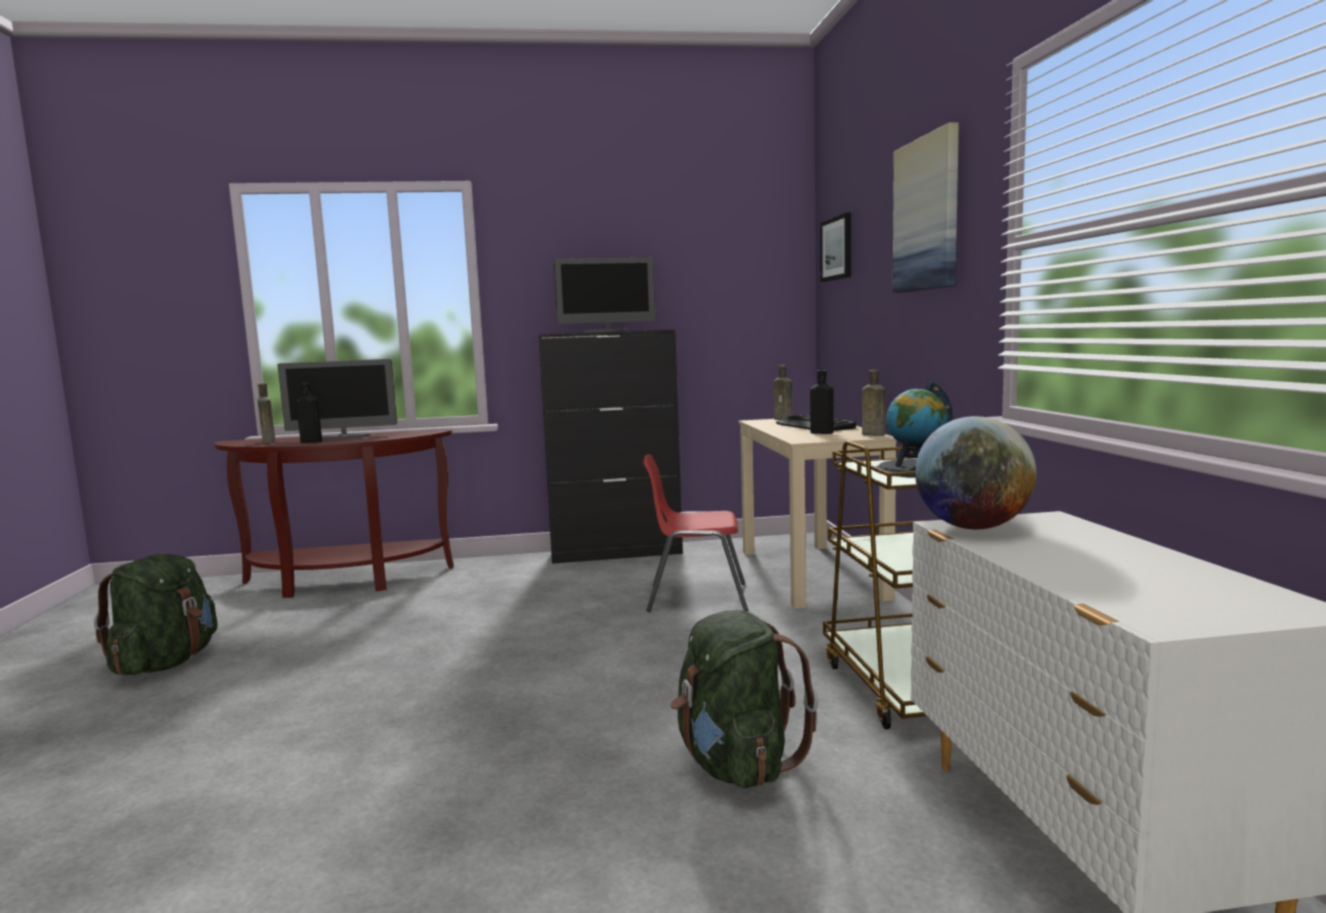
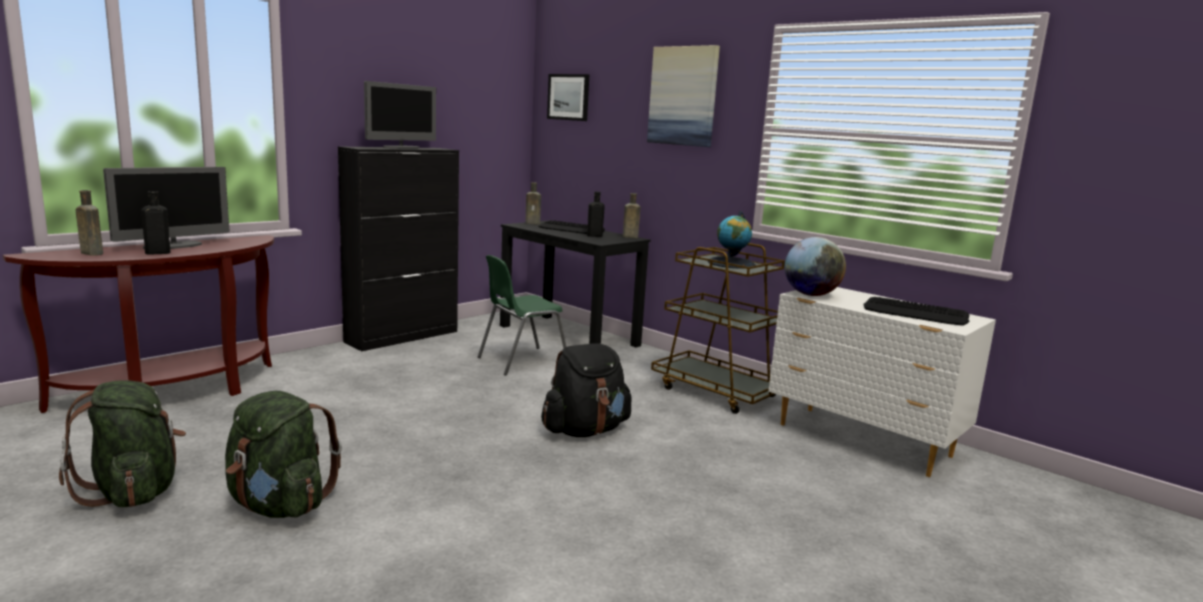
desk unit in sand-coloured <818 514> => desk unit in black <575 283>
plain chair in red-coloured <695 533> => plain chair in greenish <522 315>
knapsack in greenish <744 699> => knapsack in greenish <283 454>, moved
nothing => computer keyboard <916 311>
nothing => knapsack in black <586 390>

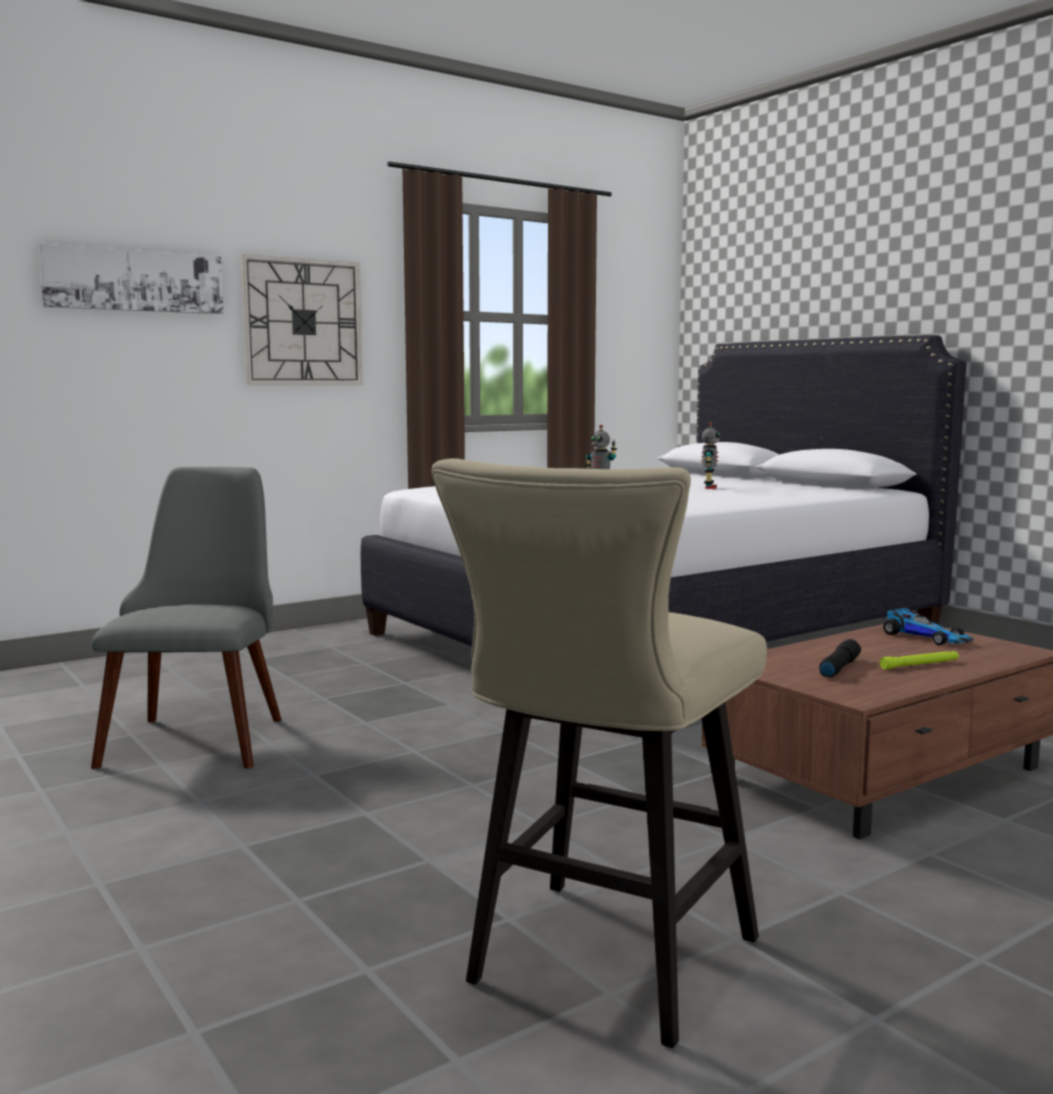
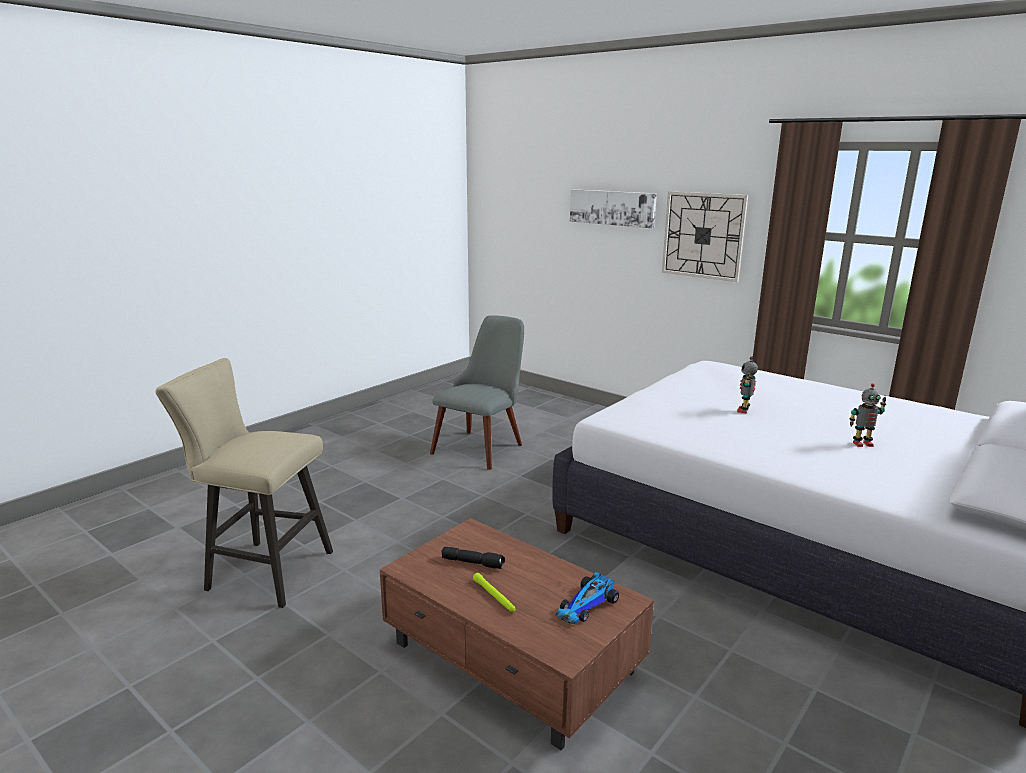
plain chair in grey <186 618> => plain chair in grey <477 392>, 45 degrees counterclockwise

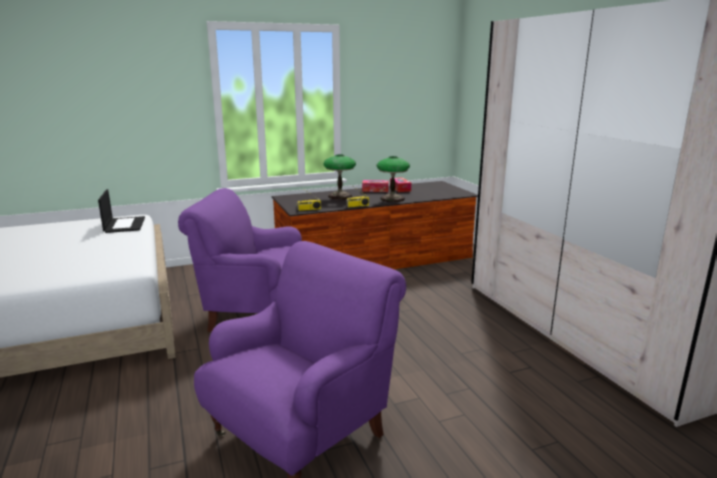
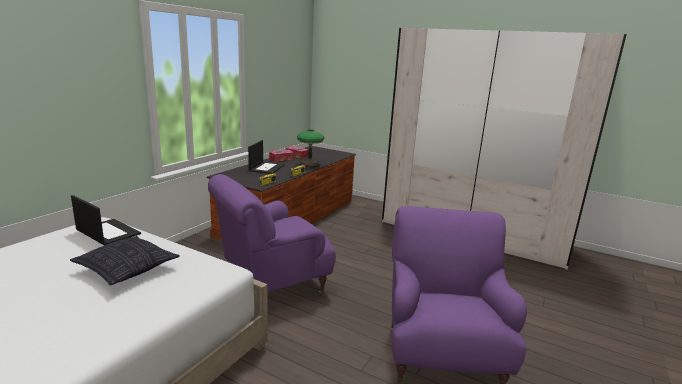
tabletop lamp <340 177> => laptop <266 157>
nothing => cushion <125 260>

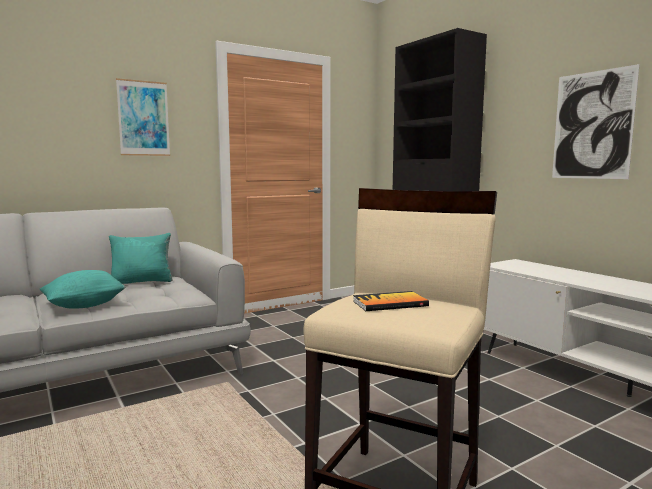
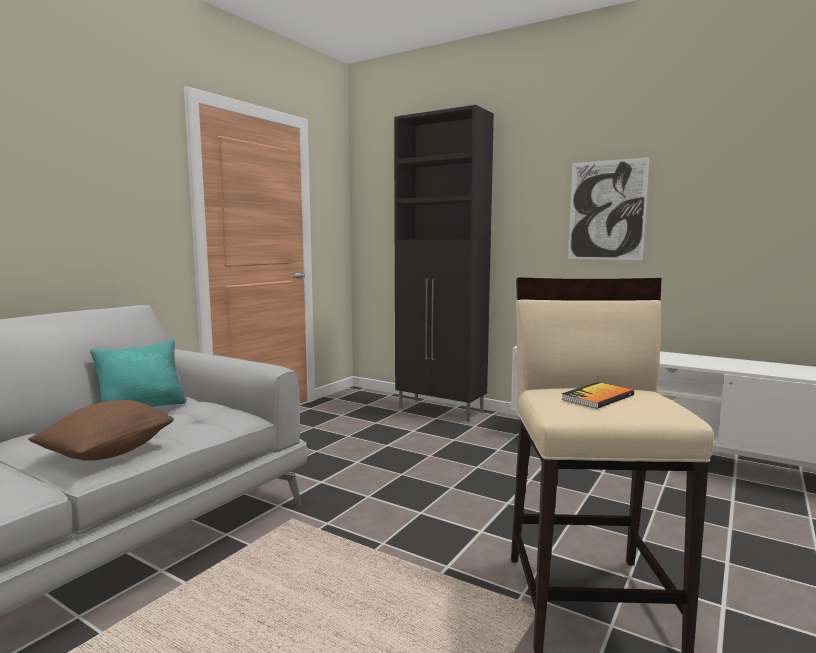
wall picture <143 117> => nothing
cushion in turquoise-coloured <83 289> => cushion in brown <101 430>

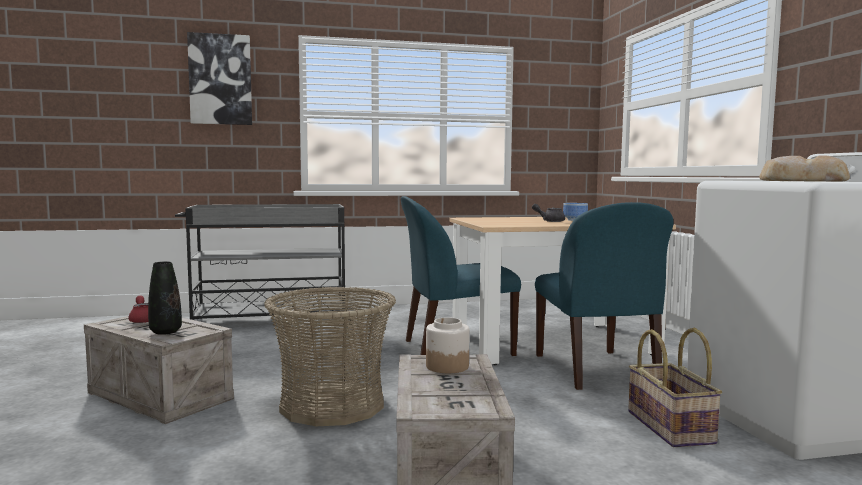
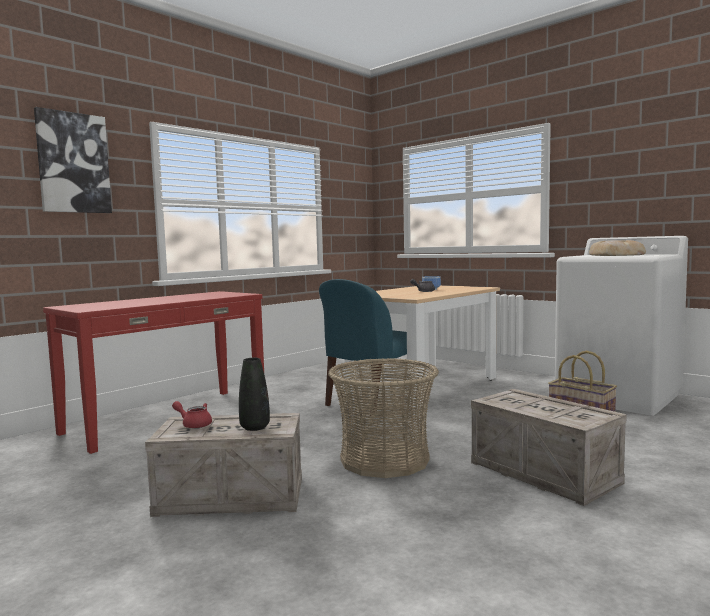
plain chair in blue-coloured <604 296> => nothing
cart in grey <261 262> => hall table in red-coloured <153 372>
preserve jar <448 345> => nothing

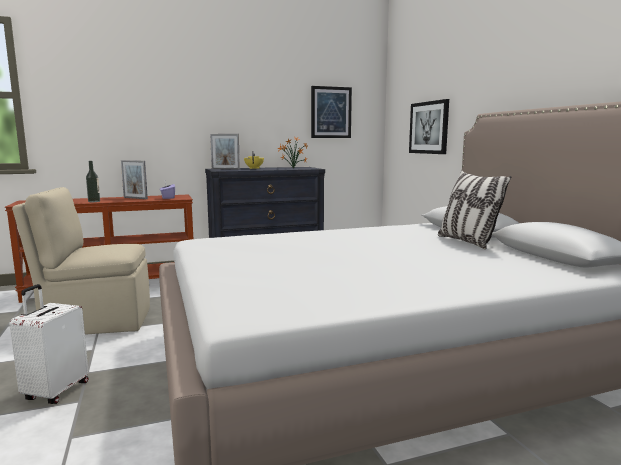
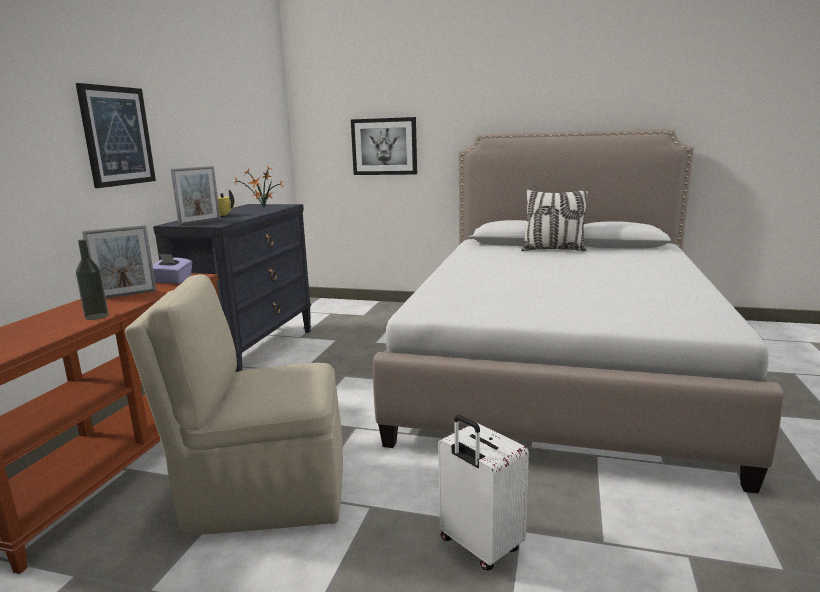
wall picture <331 112> => wall picture <116 135>, moved
plain chair in sand-coloured <81 261> => plain chair in sand-coloured <234 405>, 60 degrees clockwise

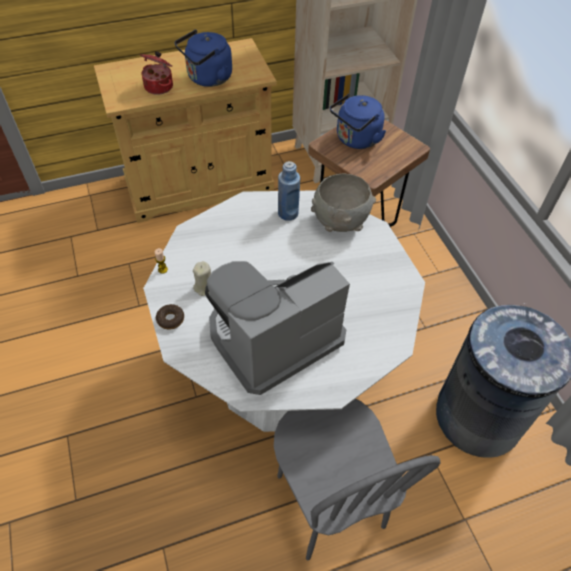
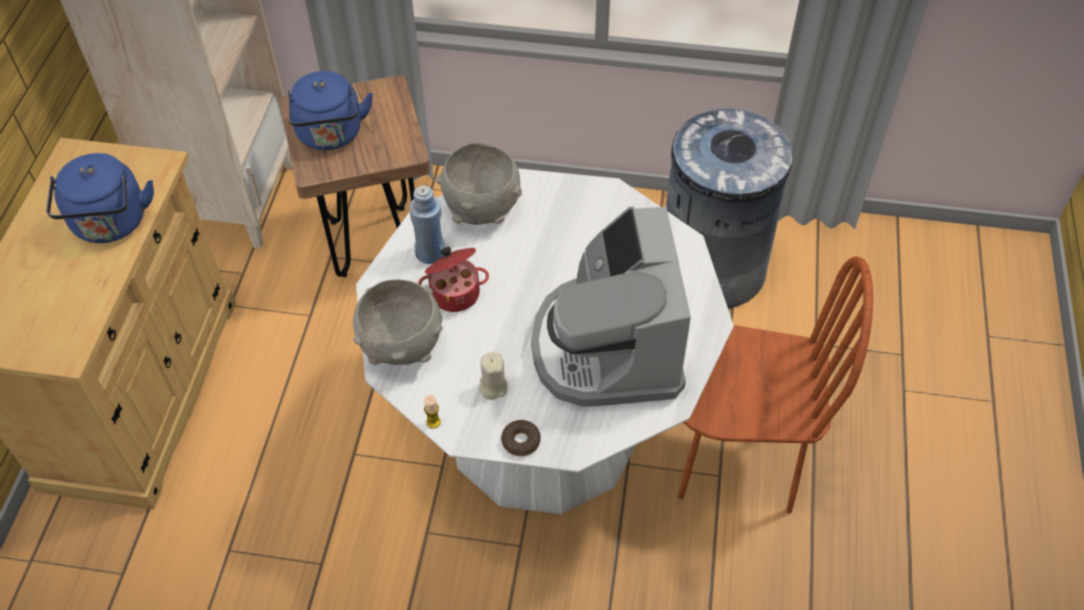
stockpot <156 73> => stockpot <453 279>, moved
plain chair in grey <357 479> => plain chair in brown <775 385>
nothing => serving bowl in grey <398 322>

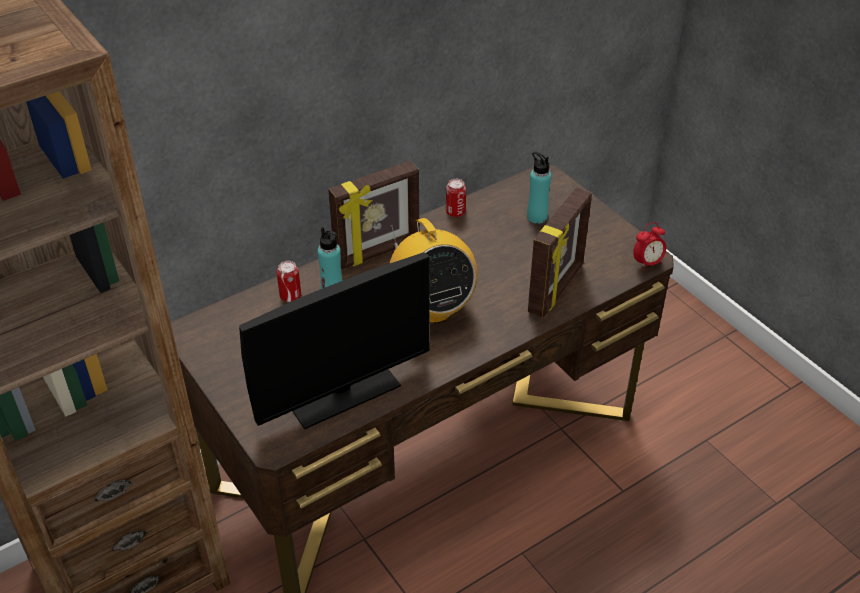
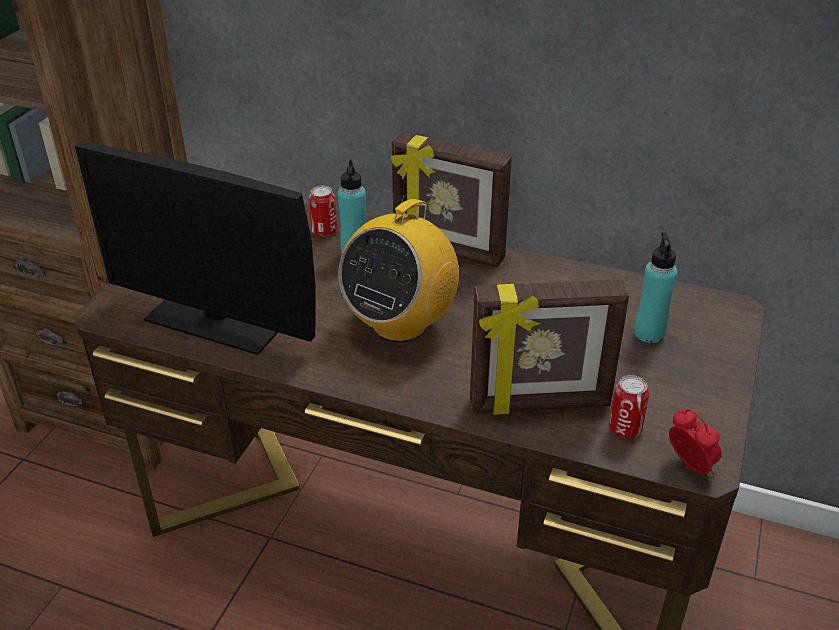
can <456 198> => can <629 407>, moved
alarm clock <649 246> => alarm clock <695 442>, 150 degrees counterclockwise

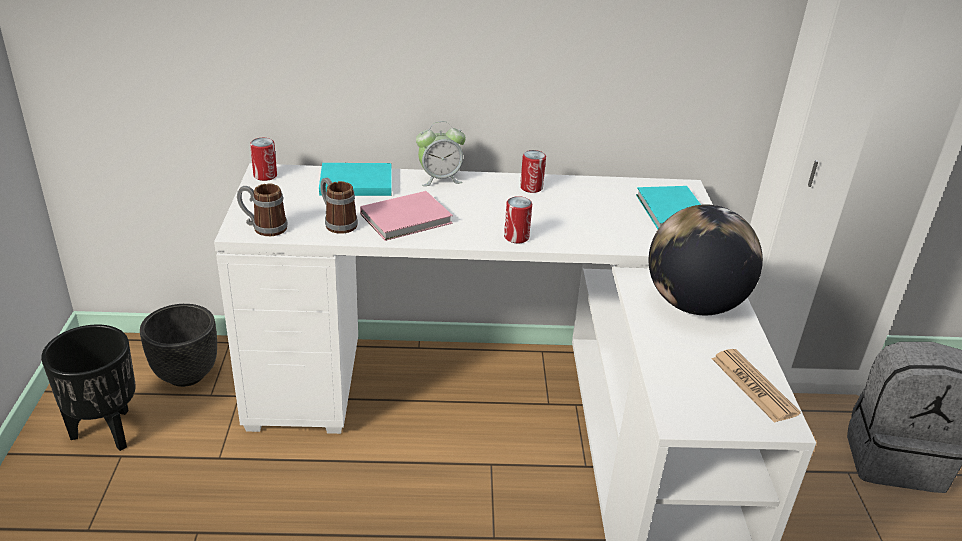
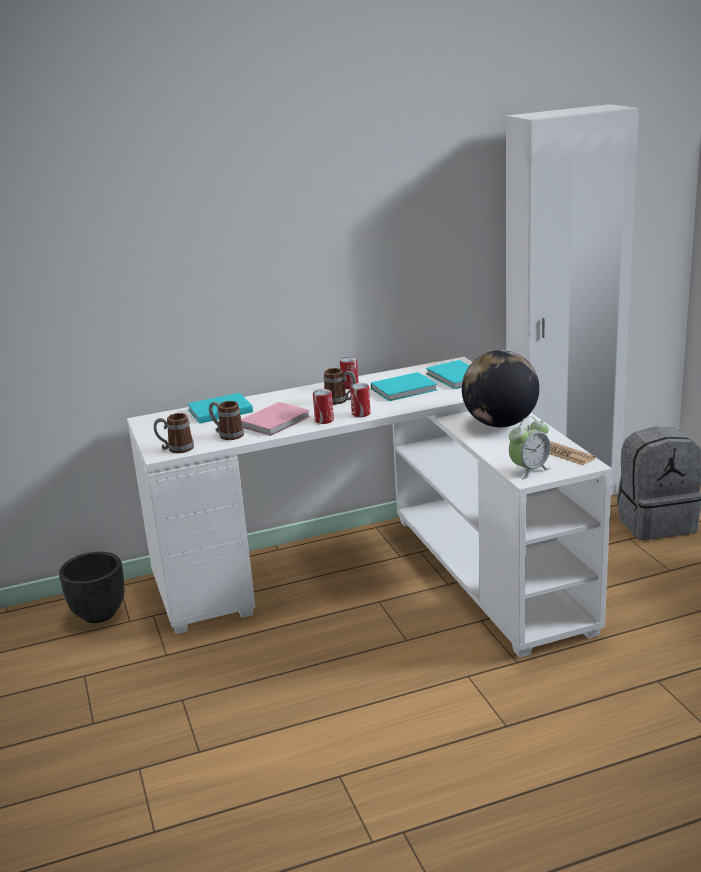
alarm clock <441 153> => alarm clock <530 447>, moved
can <263 159> => can <323 406>, moved
planter in black <88 388> => nothing
nothing => tea mug <340 386>
nothing => volume in turquoise-coloured <404 386>

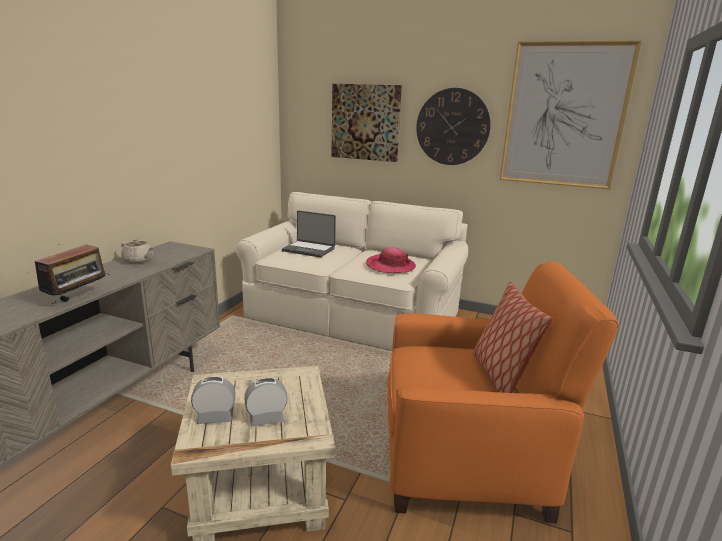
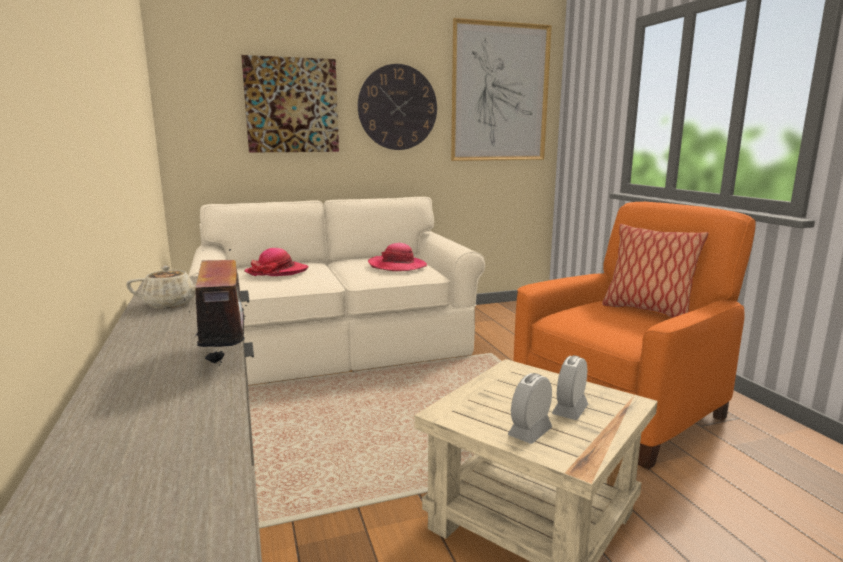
laptop <309 233> => wearable hat <276 262>

